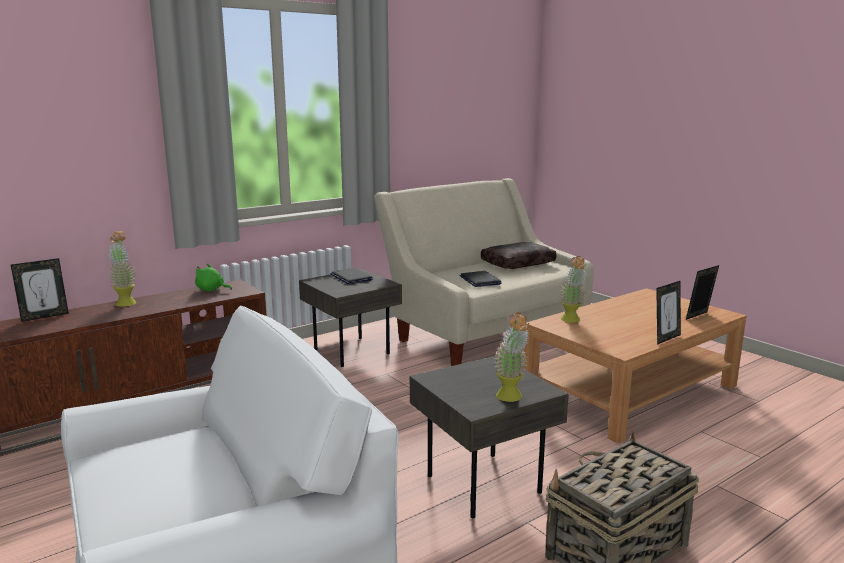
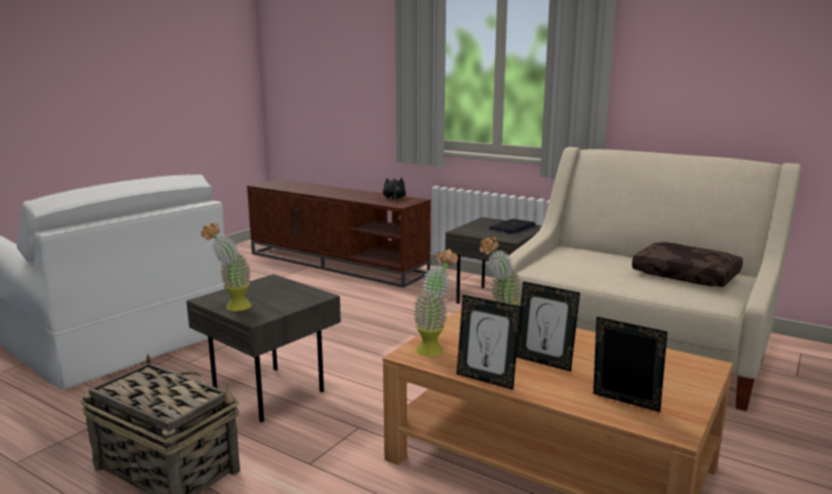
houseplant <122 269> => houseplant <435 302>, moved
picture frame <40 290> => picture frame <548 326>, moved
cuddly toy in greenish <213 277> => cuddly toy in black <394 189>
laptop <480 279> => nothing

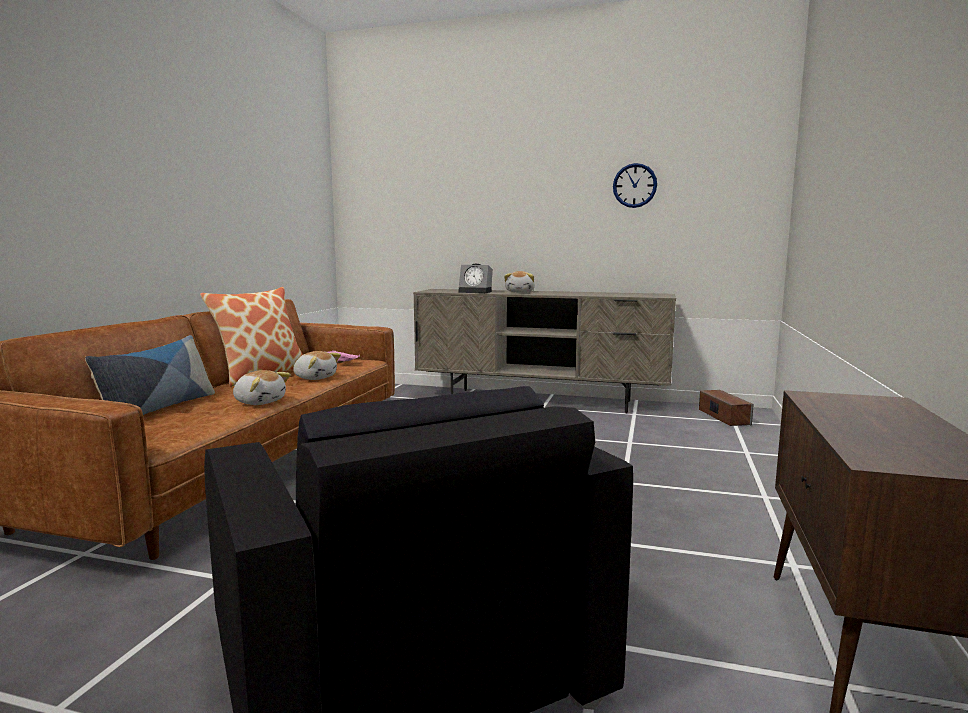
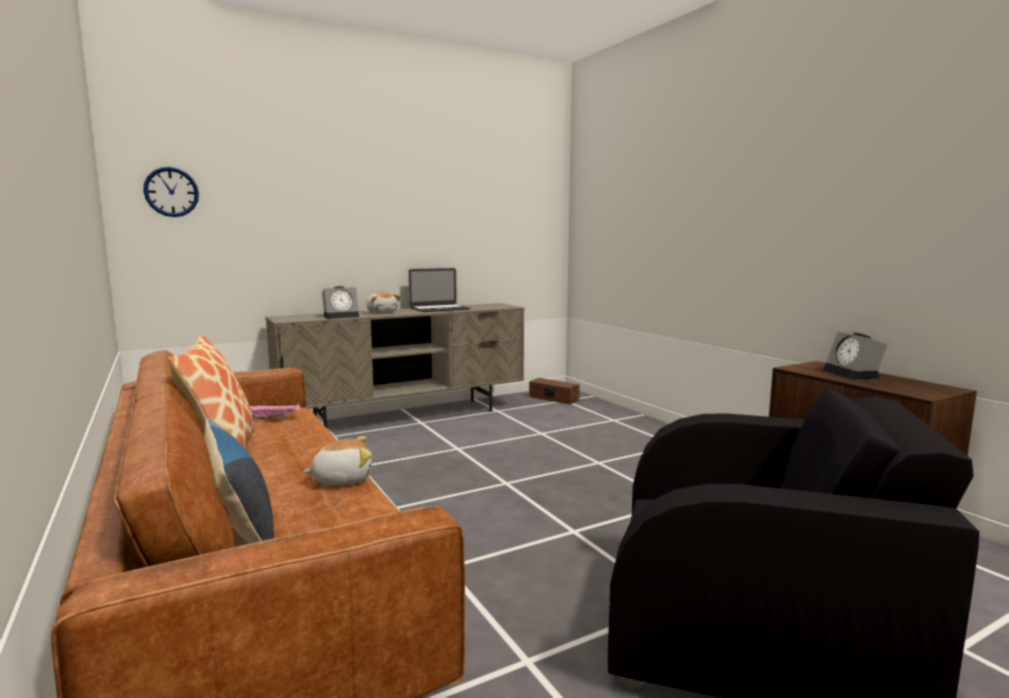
clock on the wall <635 185> => clock on the wall <171 192>, moved
cuddly toy <317 365> => nothing
nothing => laptop <439 290>
nothing => alarm clock <855 355>

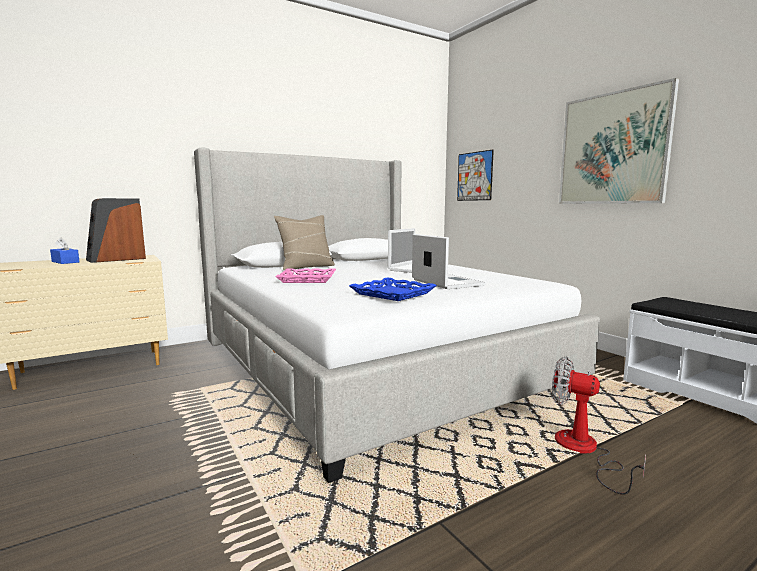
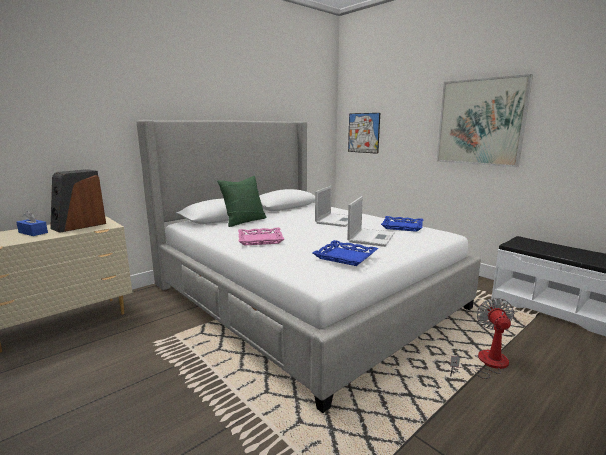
cushion in sand-coloured <304 242> => cushion in greenish <241 201>
laptop <449 261> => laptop <371 221>, 60 degrees clockwise
cooling fan <599 426> => cooling fan <482 338>, 75 degrees clockwise
nothing => carrying tray in blue-coloured <402 224>

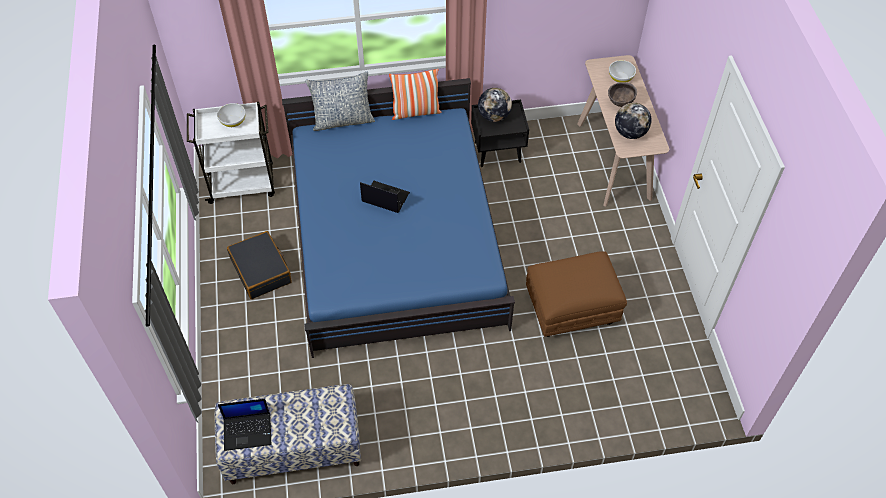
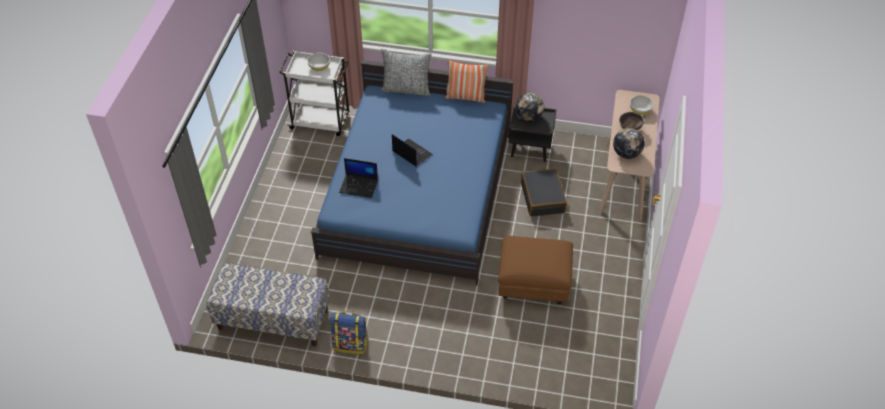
piece of luggage in black <259 265> => piece of luggage in black <544 192>, moved
laptop <245 425> => laptop <358 178>, moved
nothing => knapsack <349 332>

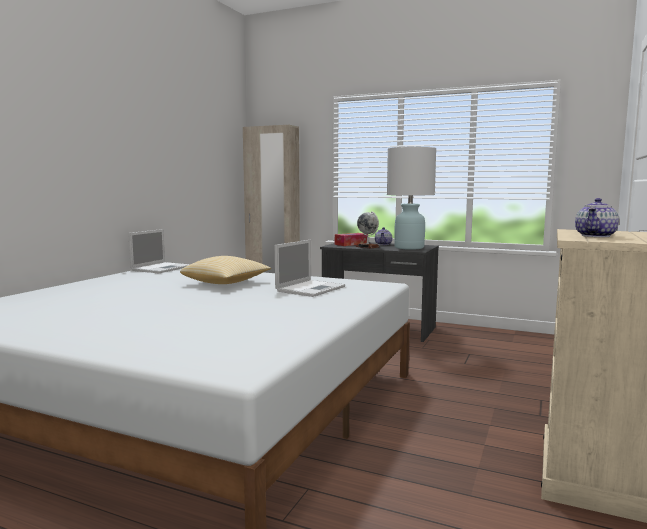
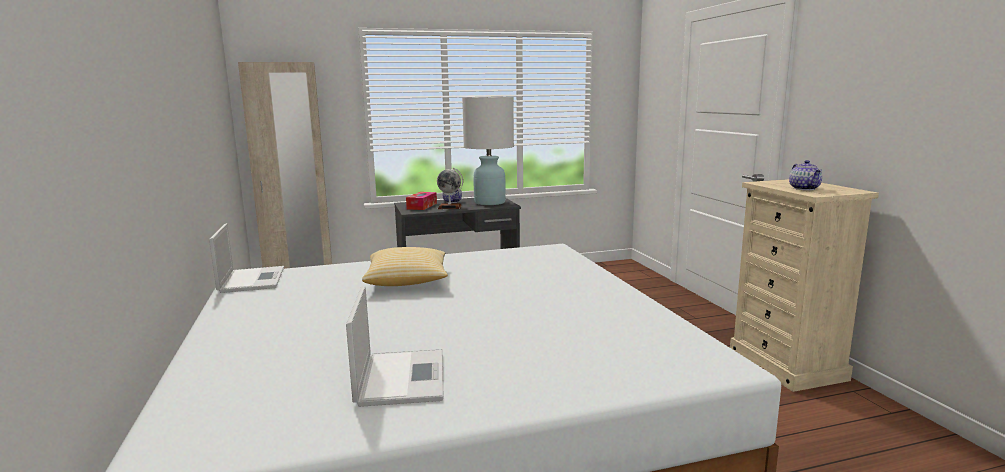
laptop <310 268> => laptop <395 346>, moved

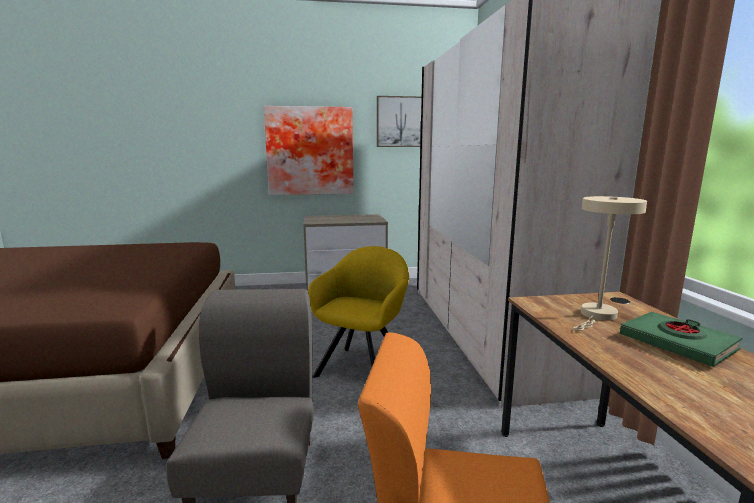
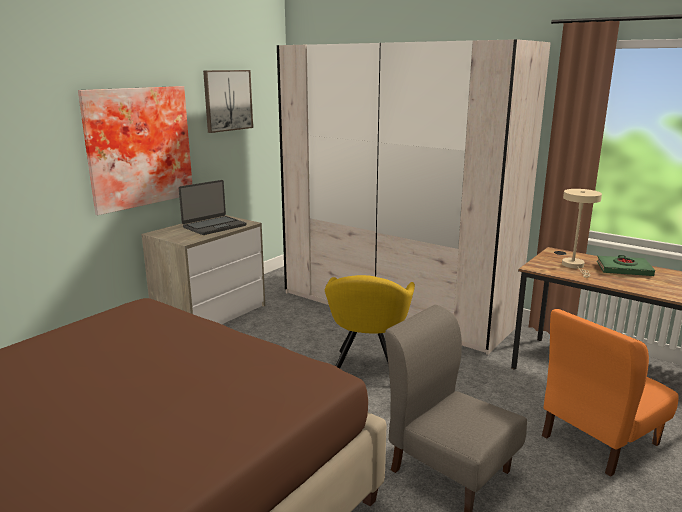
easy chair in yellowish <358 312> => easy chair in yellowish <370 322>, 150 degrees counterclockwise
nothing => laptop <213 207>

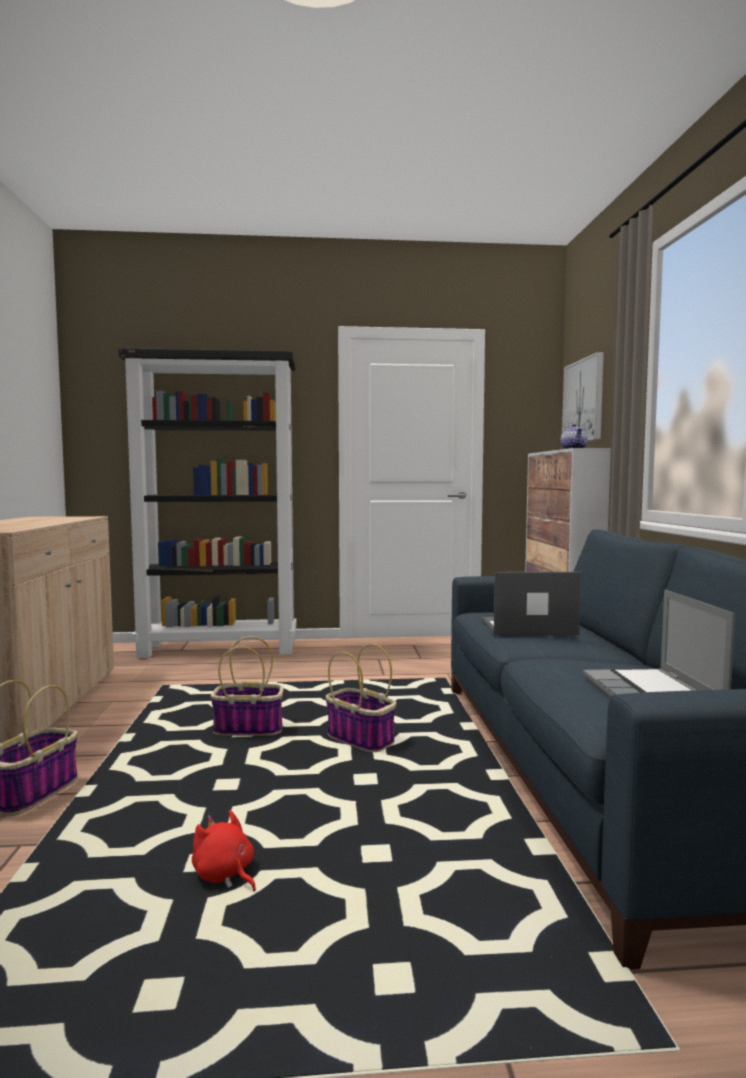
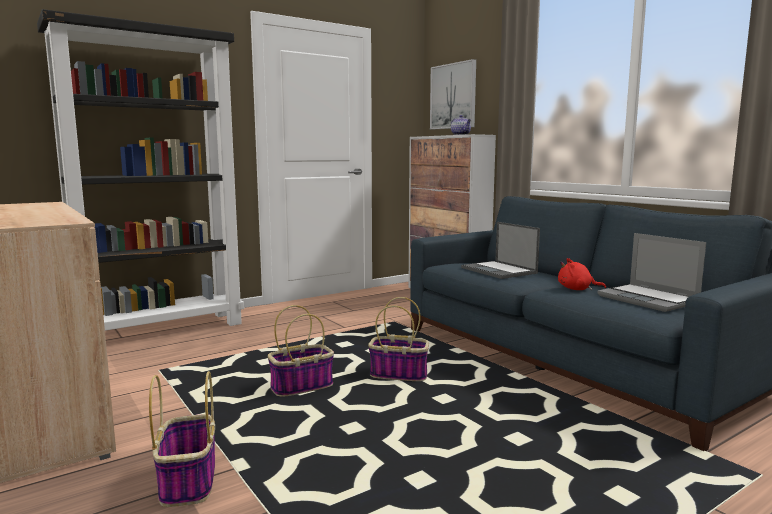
laptop <531 603> => laptop <500 250>, 90 degrees counterclockwise
cuddly toy in red-coloured <224 851> => cuddly toy in red-coloured <582 274>, moved

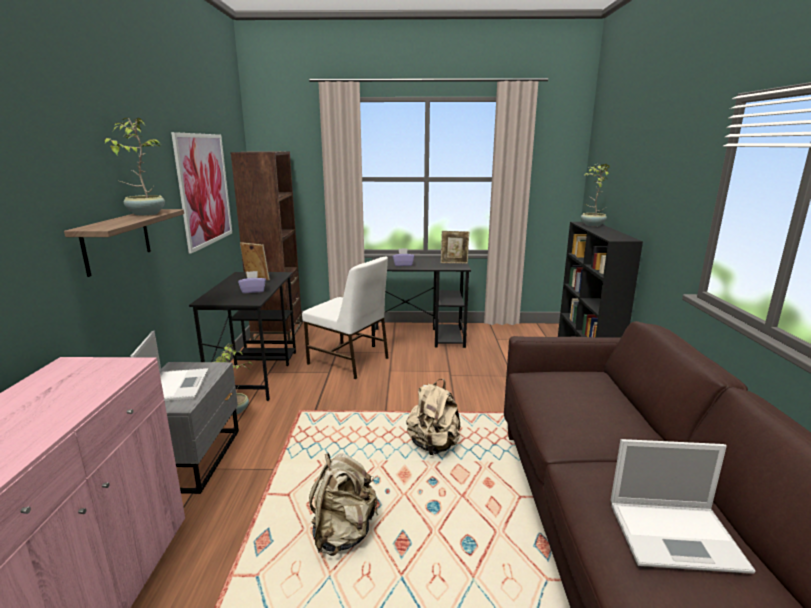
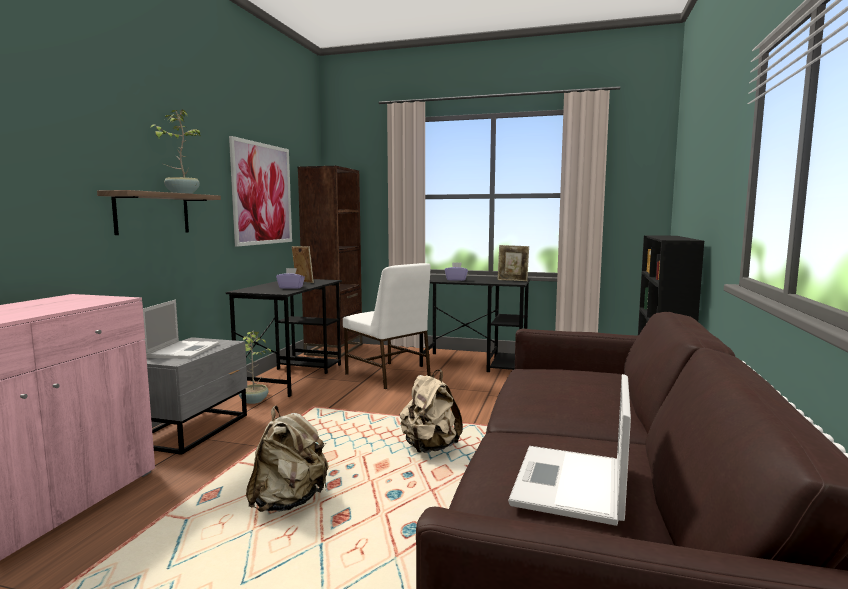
houseplant <595 195> => nothing
laptop <683 506> => laptop <569 450>, 90 degrees clockwise

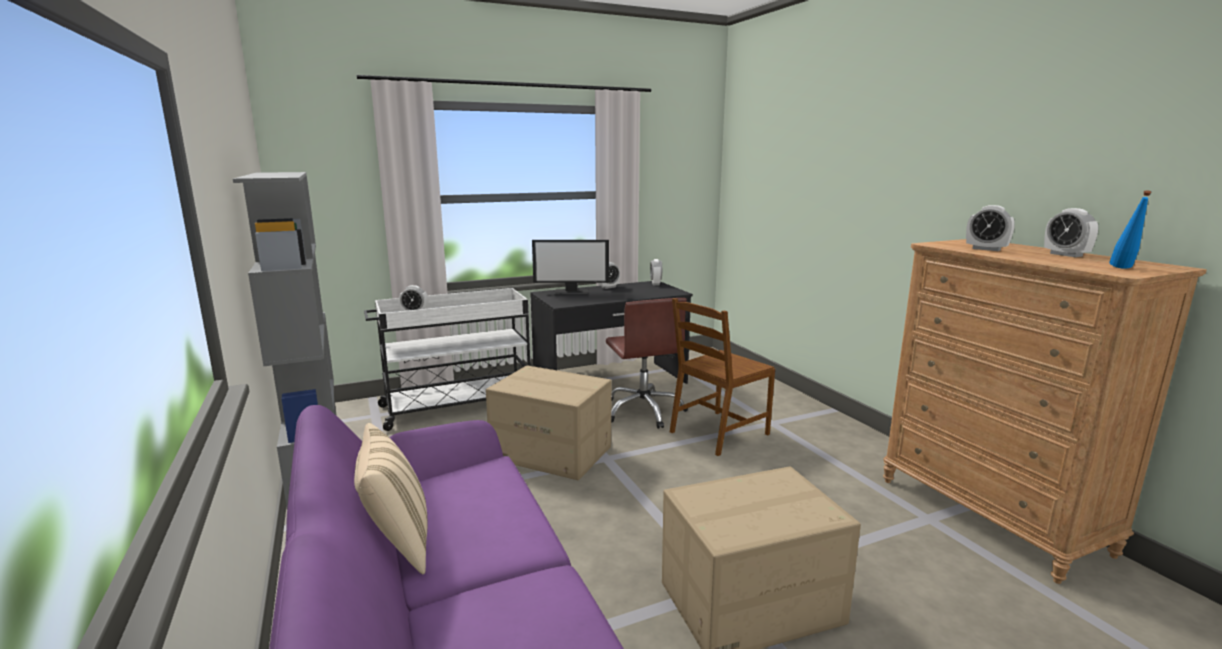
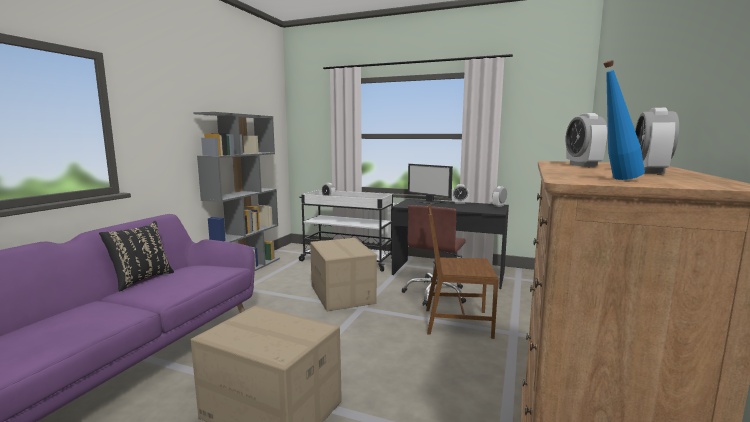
cushion in sand-coloured <391 498> => cushion in black <136 256>

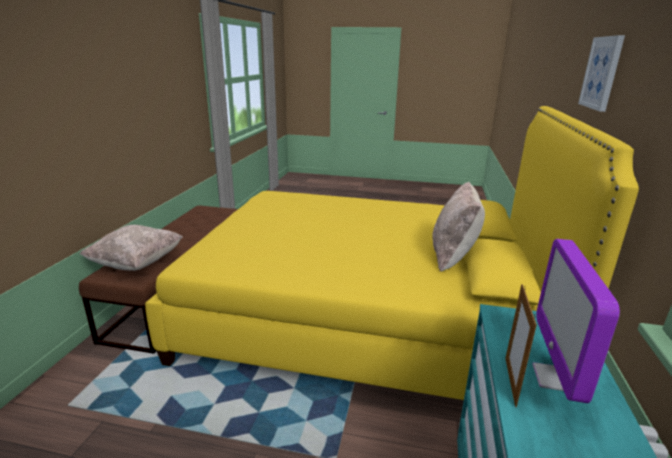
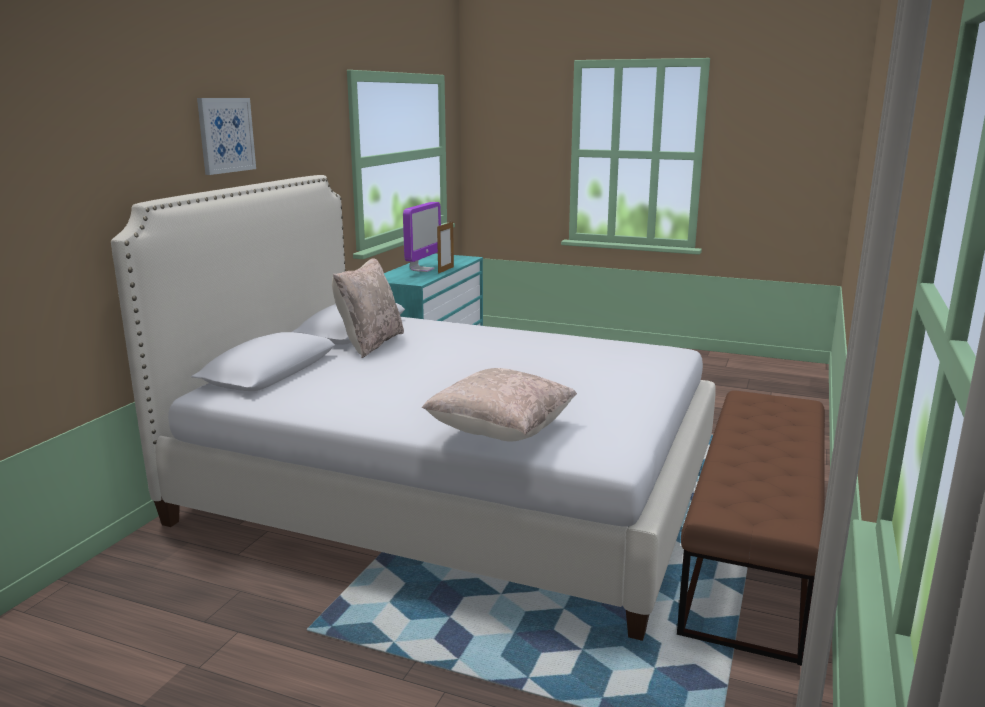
sleeping bed in yellowish <392 253> => sleeping bed in white <413 408>
cushion in sand-coloured <131 248> => cushion in sand-coloured <499 405>, moved

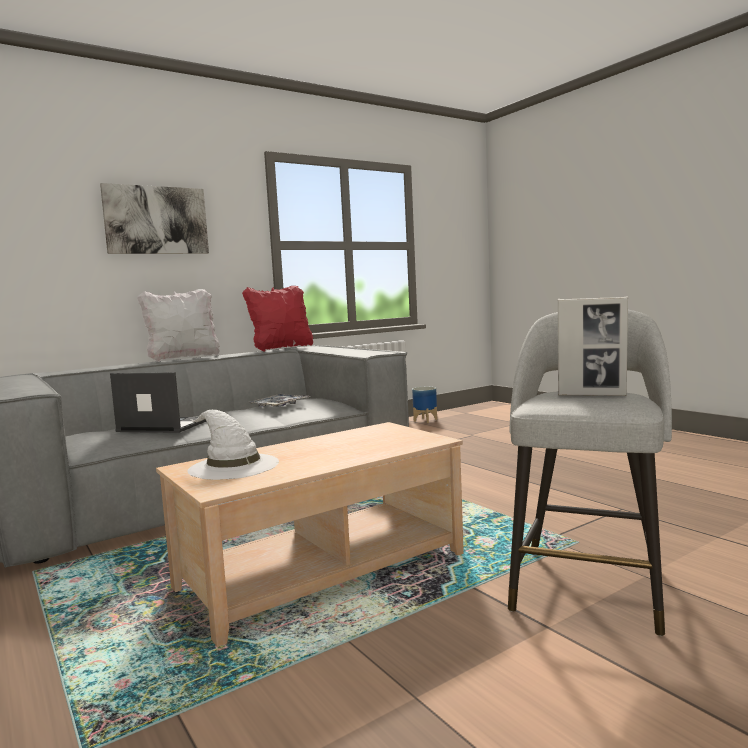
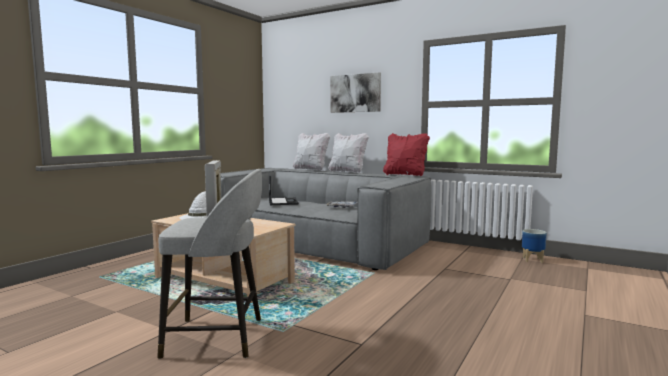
nothing => cushion in white <311 152>

